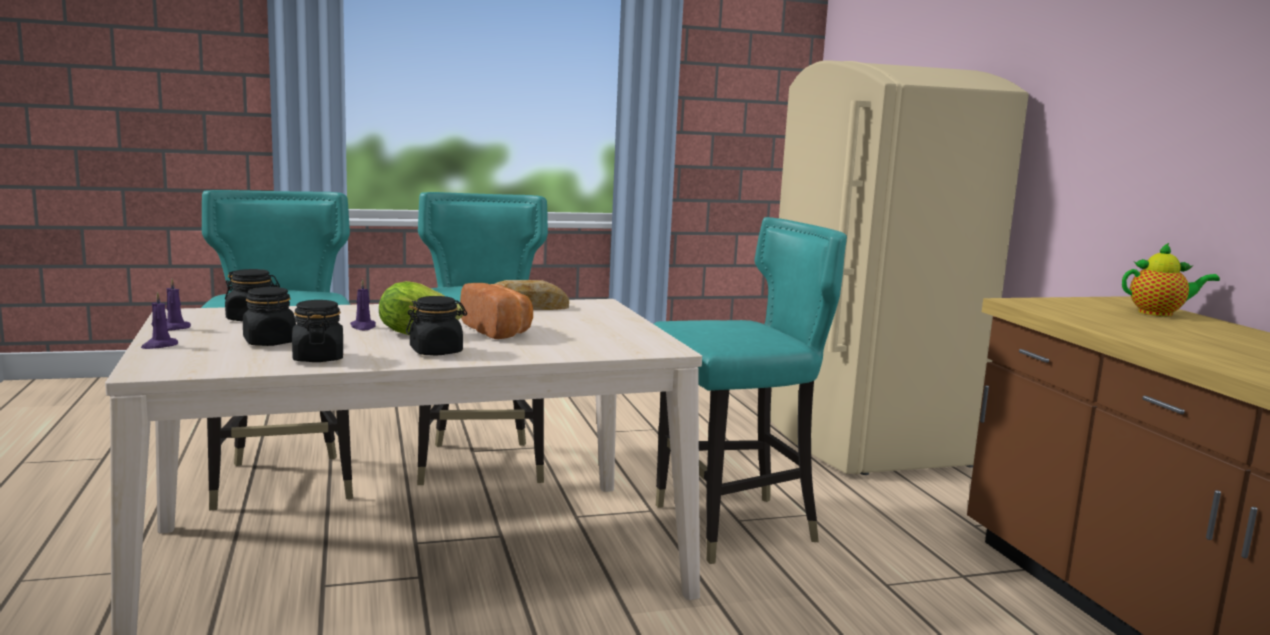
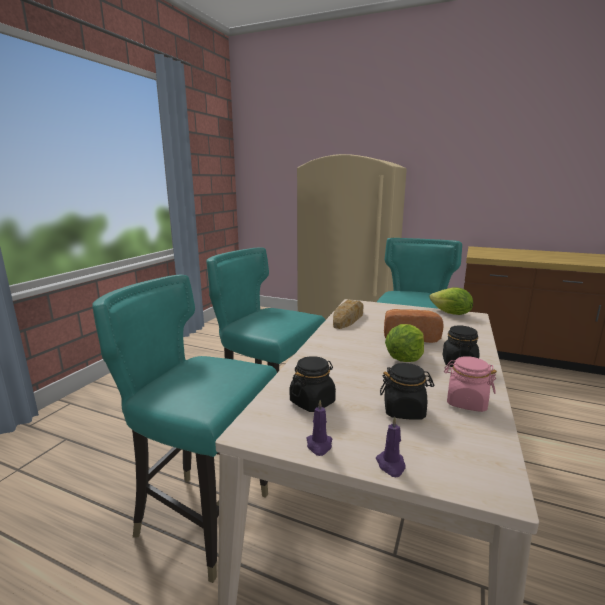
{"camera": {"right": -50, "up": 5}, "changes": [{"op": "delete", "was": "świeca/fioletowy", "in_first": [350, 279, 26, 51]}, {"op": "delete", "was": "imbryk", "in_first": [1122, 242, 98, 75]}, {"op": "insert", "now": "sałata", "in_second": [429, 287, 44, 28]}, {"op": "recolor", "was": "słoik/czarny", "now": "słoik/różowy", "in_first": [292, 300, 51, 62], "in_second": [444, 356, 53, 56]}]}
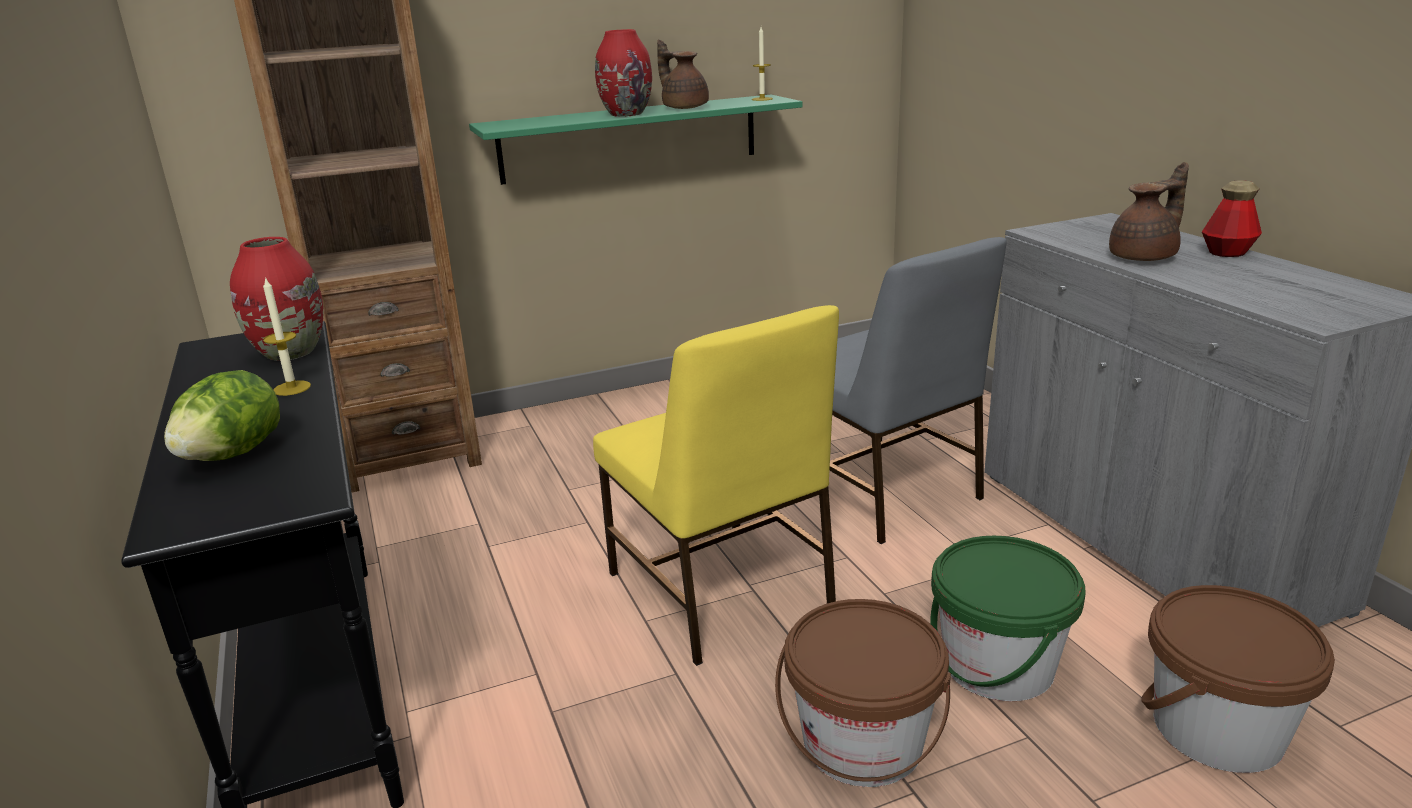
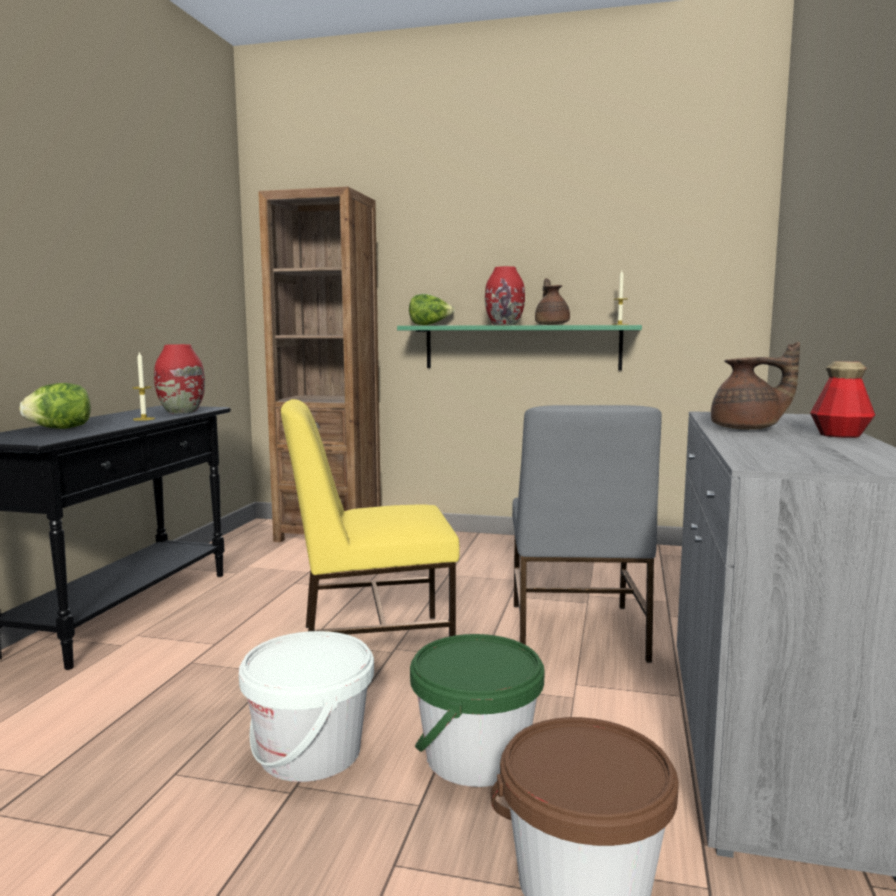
{"camera": {"right": 35, "up": -15}, "changes": [{"op": "insert", "now": "sałata", "in_second": [409, 294, 46, 31]}, {"op": "recolor", "was": "wiadro/brązowy", "now": "wiadro/biały", "in_first": [775, 599, 176, 188], "in_second": [239, 631, 135, 151]}, {"op": "rotate", "was": "krzesło/żółty", "in_first": [593, 305, 246, 361], "in_second": [281, 399, 179, 238], "clockwise": 75}]}
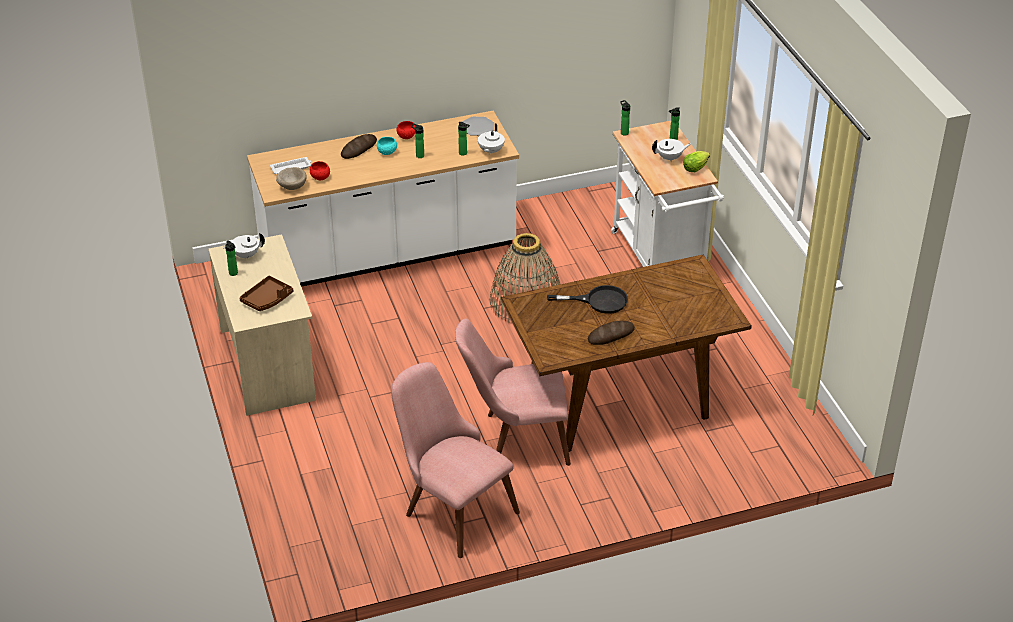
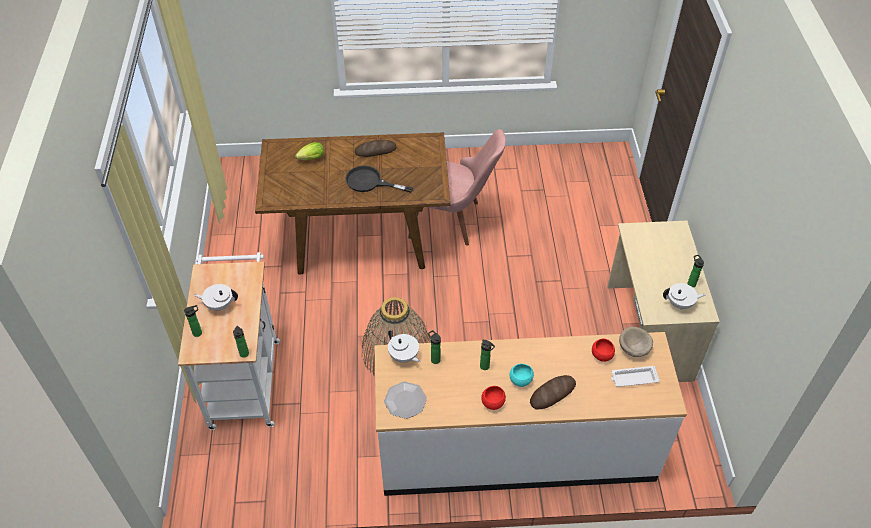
{"camera": {"right": -165, "up": 10}, "changes": [{"op": "delete", "was": "taca/brązowy", "in_first": [239, 275, 54, 36]}, {"op": "delete", "was": "krzesło/różowy", "in_first": [391, 362, 129, 196]}, {"op": "move", "was": "sałata", "in_first": [683, 151, 27, 21], "in_second": [295, 142, 29, 18]}, {"op": "rotate", "was": "imbryk/biały", "in_first": [478, 124, 27, 31], "in_second": [388, 330, 32, 33], "clockwise": 105}]}
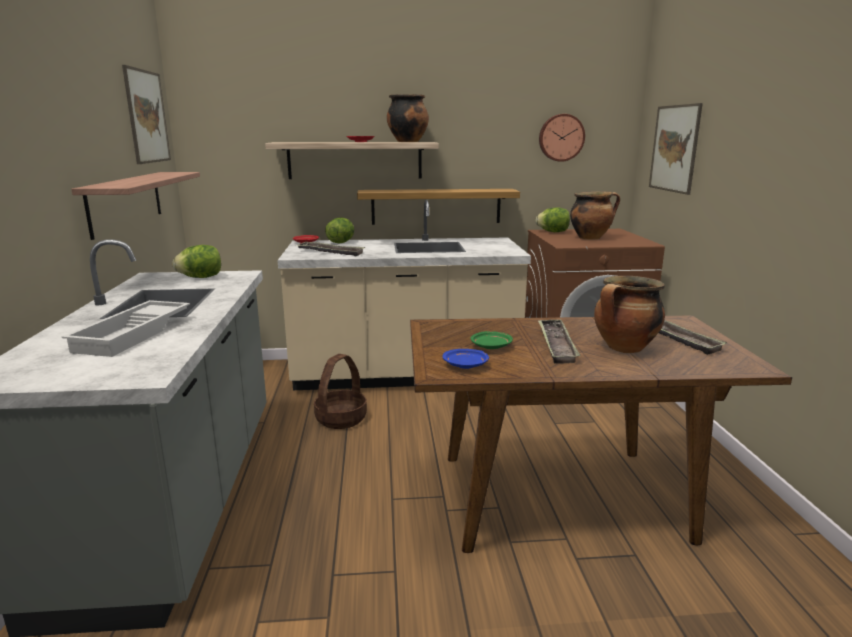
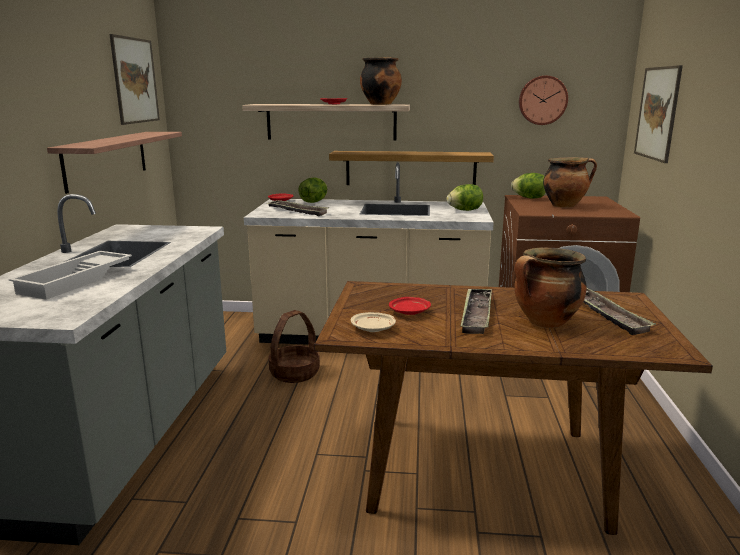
{"camera": {"right": 10, "up": 0}, "changes": [{"op": "move", "was": "sałata", "in_first": [172, 245, 49, 33], "in_second": [447, 184, 36, 27]}, {"op": "recolor", "was": "talerz/niebieski", "now": "talerz/beżowy", "in_first": [442, 349, 47, 20], "in_second": [351, 312, 45, 20]}, {"op": "recolor", "was": "talerz/zielony", "now": "talerz/czerwony", "in_first": [470, 331, 43, 18], "in_second": [389, 297, 42, 18]}]}
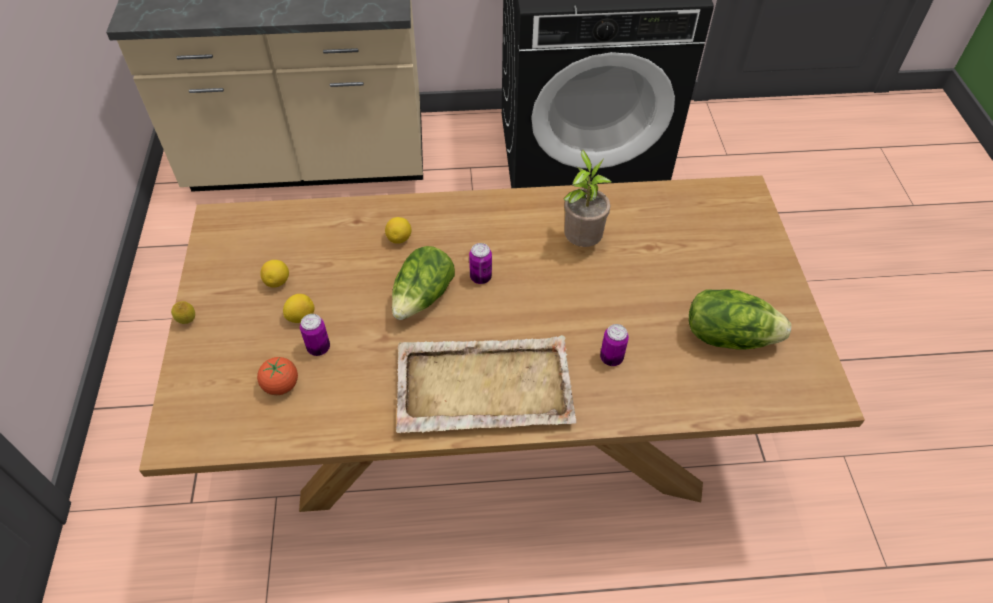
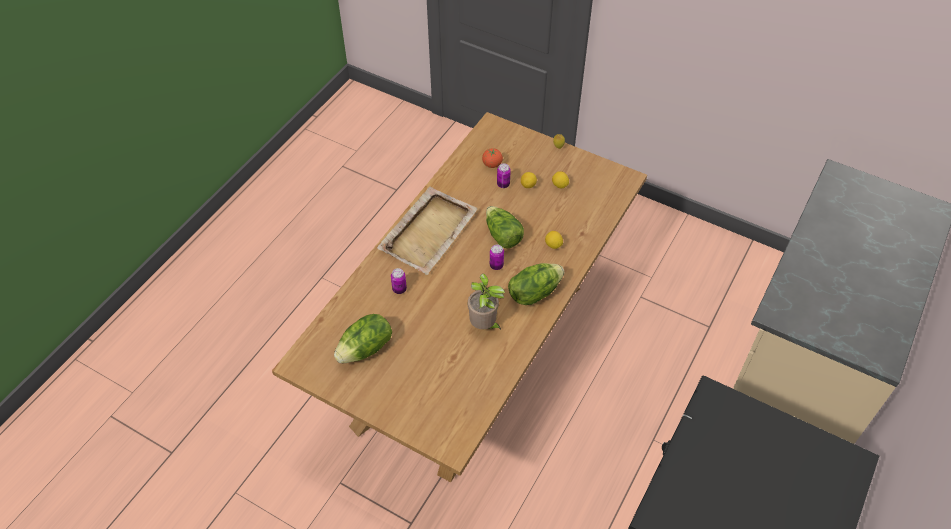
{"camera": {"right": 125, "up": 0}, "changes": [{"op": "insert", "now": "sałata", "in_second": [508, 263, 56, 42]}]}
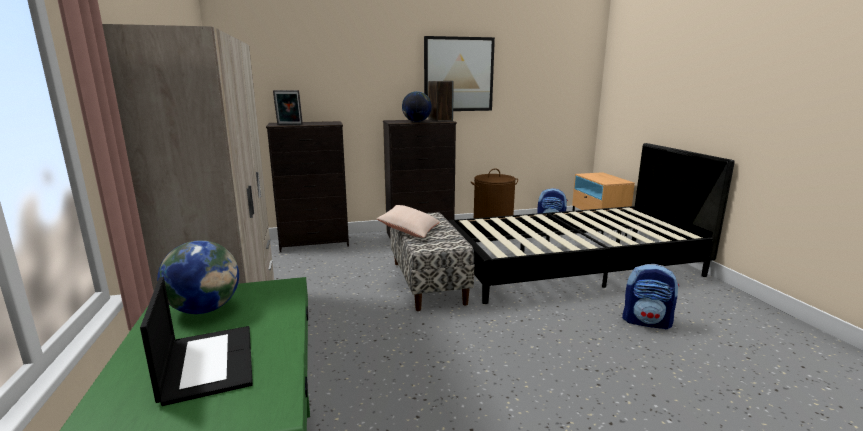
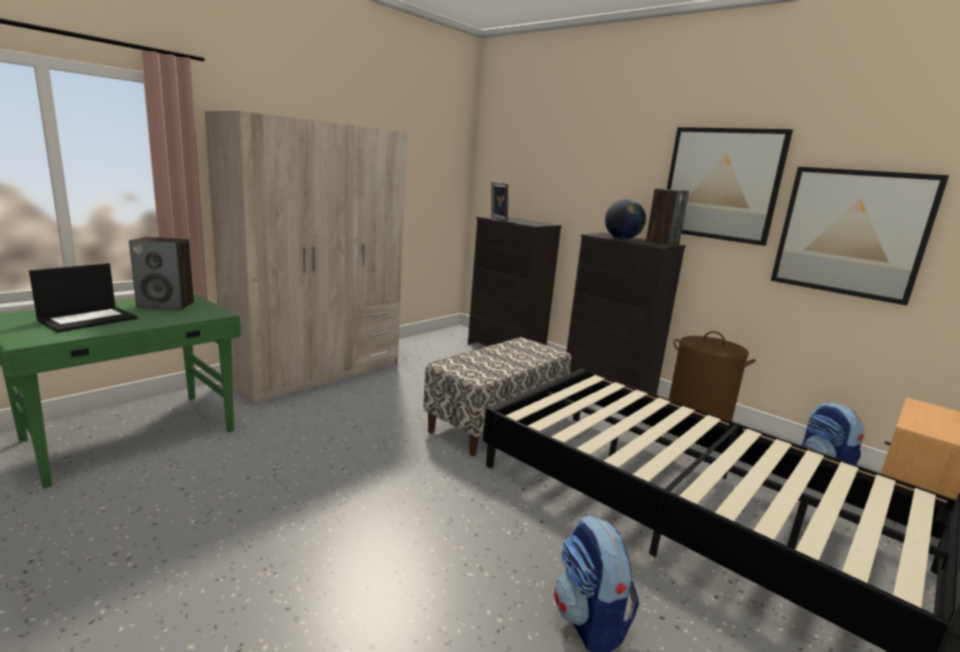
{"camera": {"right": 55, "up": 0}, "changes": [{"op": "delete", "was": "poduszka/beżowy", "in_first": [377, 205, 63, 33]}, {"op": "insert", "now": "obraz", "in_second": [771, 167, 178, 139]}, {"op": "replace", "was": "globus", "now": "głośnik", "in_first": [157, 240, 82, 74], "in_second": [129, 236, 65, 74]}]}
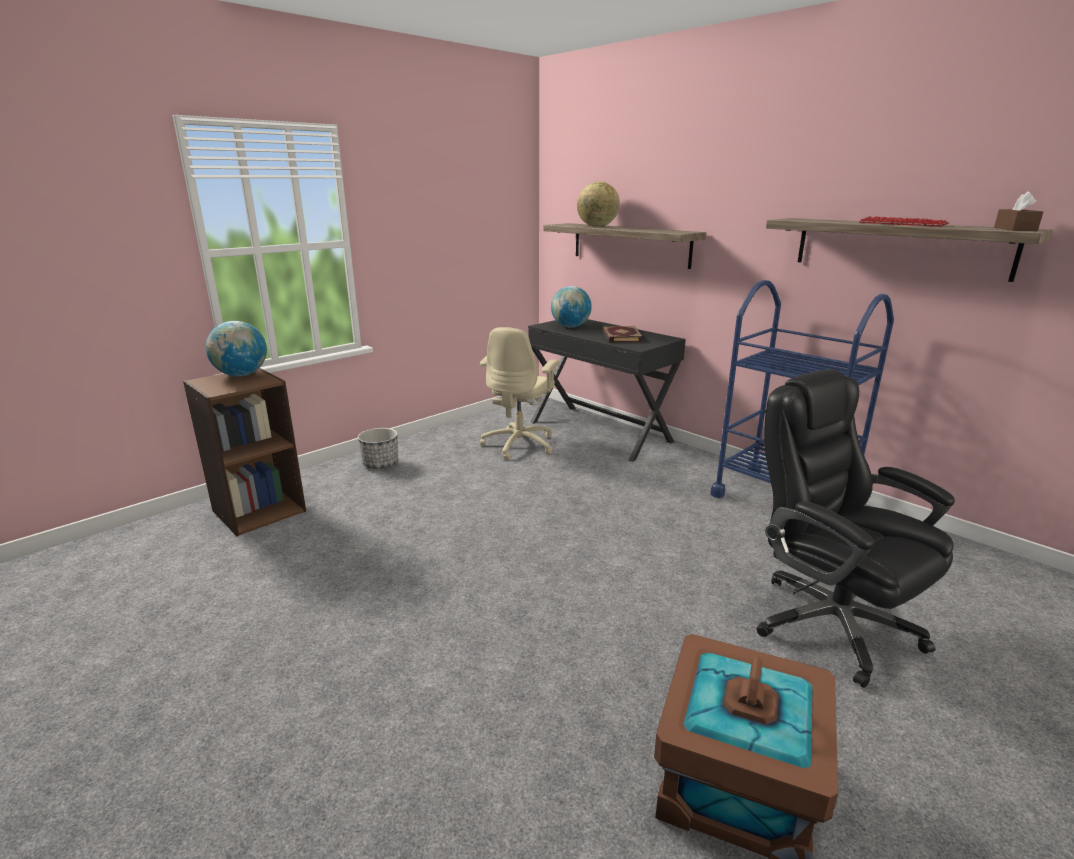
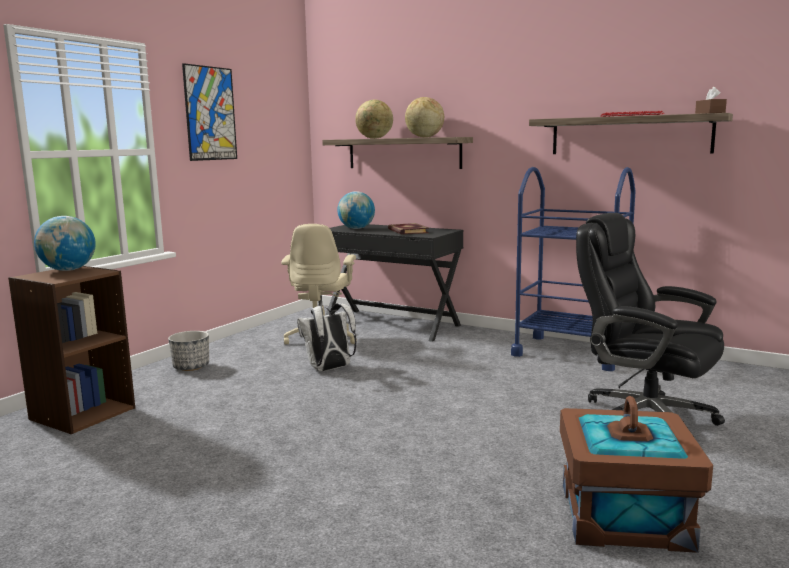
{"camera": {"right": -15, "up": -10}, "changes": [{"op": "insert", "now": "obraz", "in_second": [182, 63, 55, 98]}, {"op": "insert", "now": "plecak/biały", "in_second": [297, 303, 59, 68]}, {"op": "insert", "now": "globus", "in_second": [405, 97, 39, 41]}]}
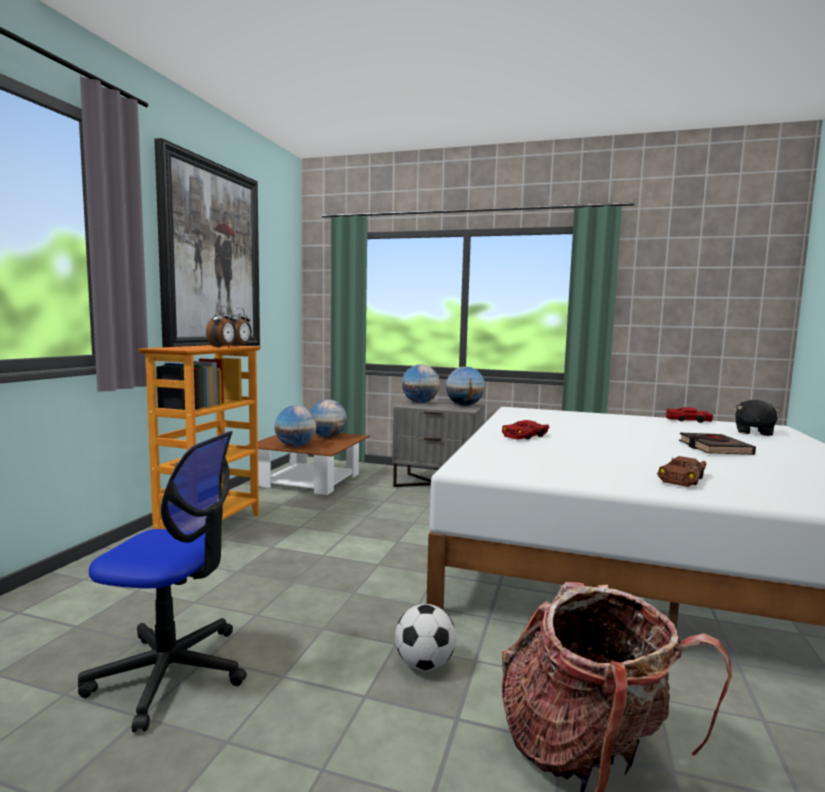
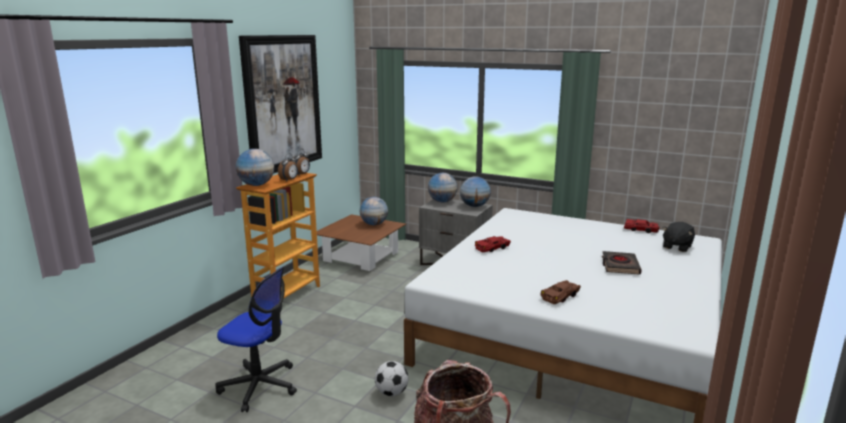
{"camera": {"right": 10, "up": 10}, "changes": [{"op": "move", "was": "globus", "in_first": [274, 406, 42, 41], "in_second": [236, 149, 38, 37]}]}
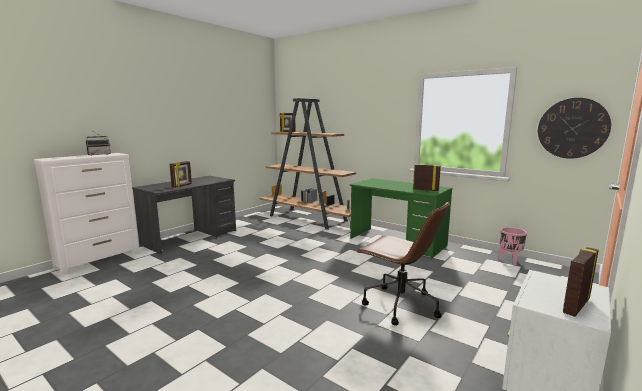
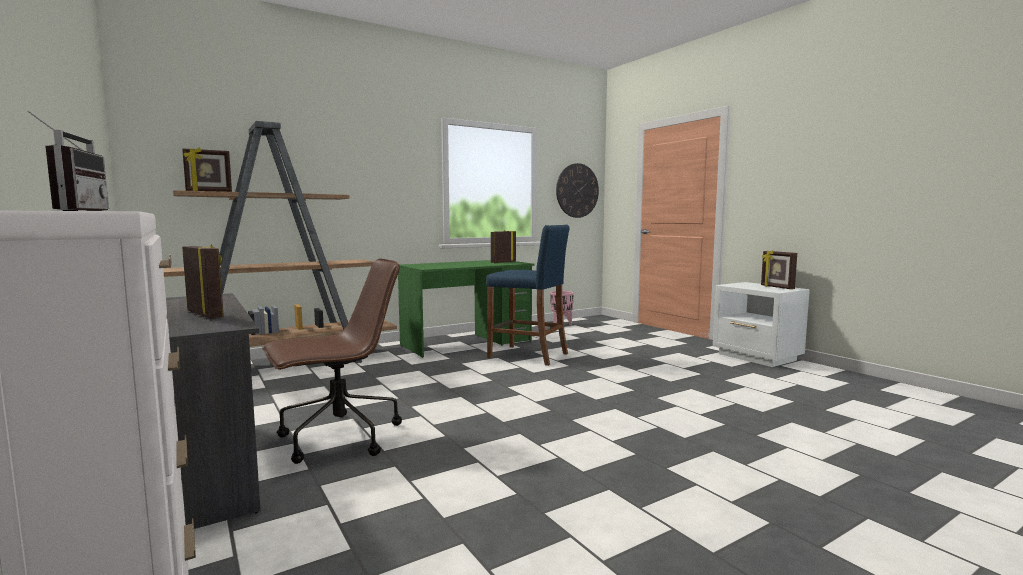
{"camera": {"right": -70, "up": -5}, "changes": [{"op": "insert", "now": "stołek/niebieski", "in_second": [486, 224, 83, 142]}, {"op": "move", "was": "krzesło biurowe/brązowy", "in_first": [356, 202, 94, 123], "in_second": [262, 259, 140, 205]}]}
